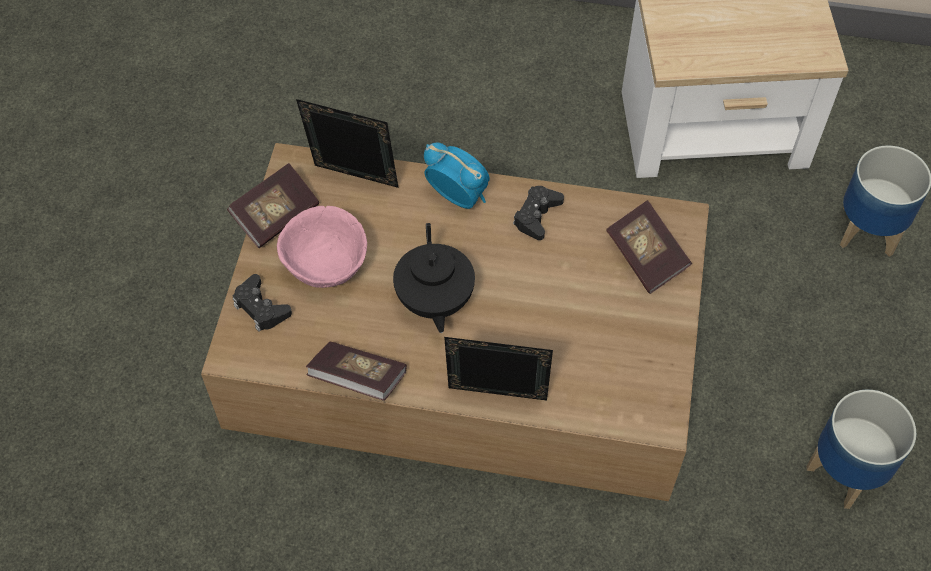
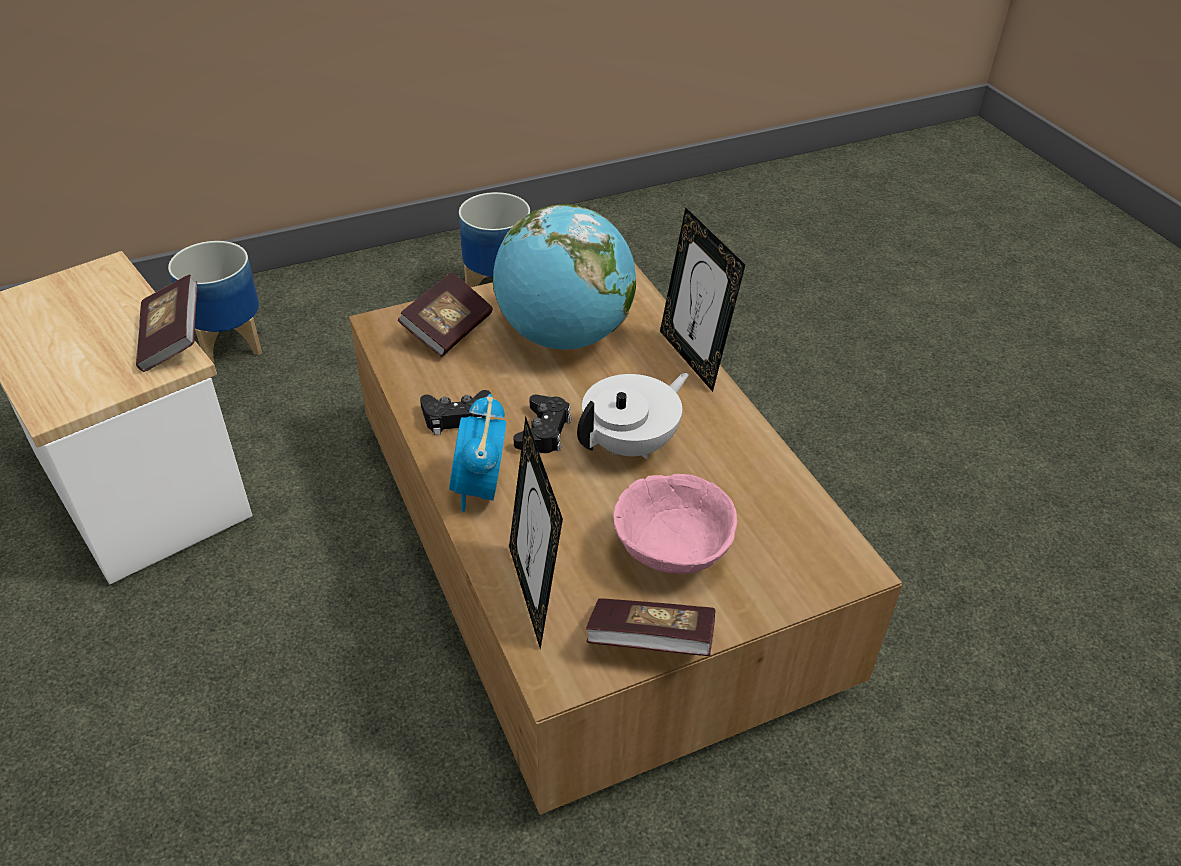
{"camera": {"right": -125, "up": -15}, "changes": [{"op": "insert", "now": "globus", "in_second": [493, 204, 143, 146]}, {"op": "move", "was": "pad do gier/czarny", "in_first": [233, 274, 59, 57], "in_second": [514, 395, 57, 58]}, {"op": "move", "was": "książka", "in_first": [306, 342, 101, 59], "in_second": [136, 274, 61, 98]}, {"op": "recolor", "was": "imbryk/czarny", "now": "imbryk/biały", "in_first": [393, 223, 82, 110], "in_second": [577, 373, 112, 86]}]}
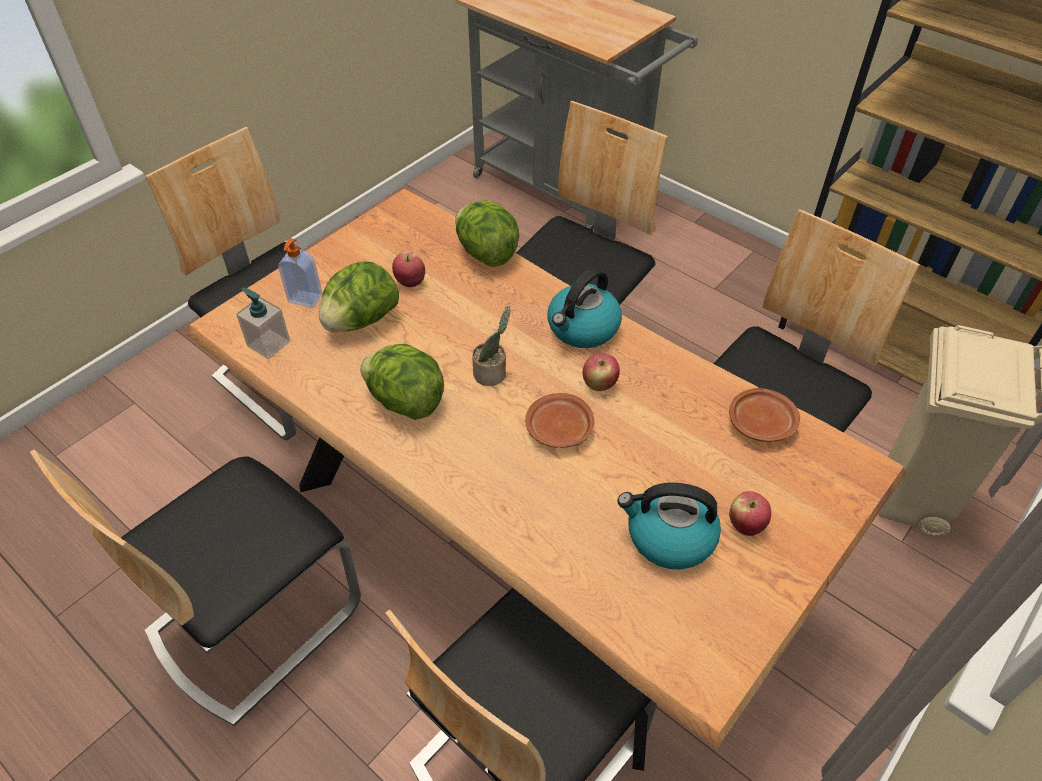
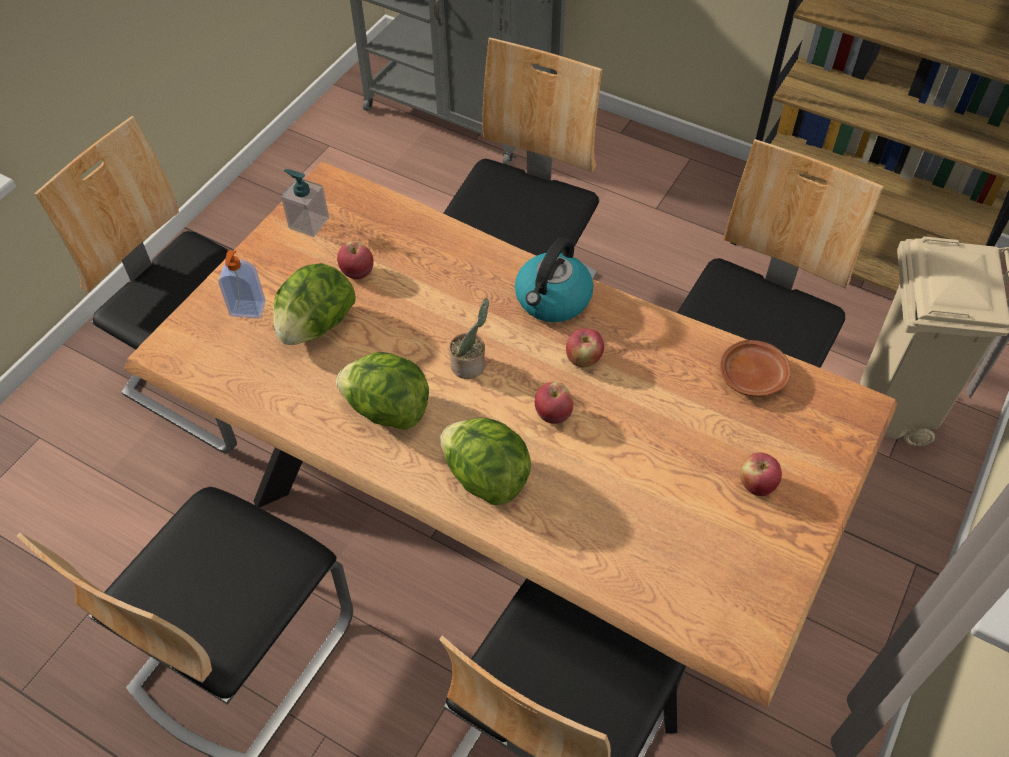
{"camera": {"right": -10, "up": 5}, "changes": [{"op": "delete", "was": "czajnik", "in_first": [617, 483, 104, 86]}, {"op": "move", "was": "dozownik mydła", "in_first": [236, 287, 55, 72], "in_second": [281, 169, 48, 68]}, {"op": "move", "was": "sałata", "in_first": [455, 200, 64, 67], "in_second": [440, 418, 91, 87]}, {"op": "replace", "was": "talerz/brązowy", "now": "jabłko", "in_first": [525, 393, 69, 55], "in_second": [535, 382, 38, 42]}]}
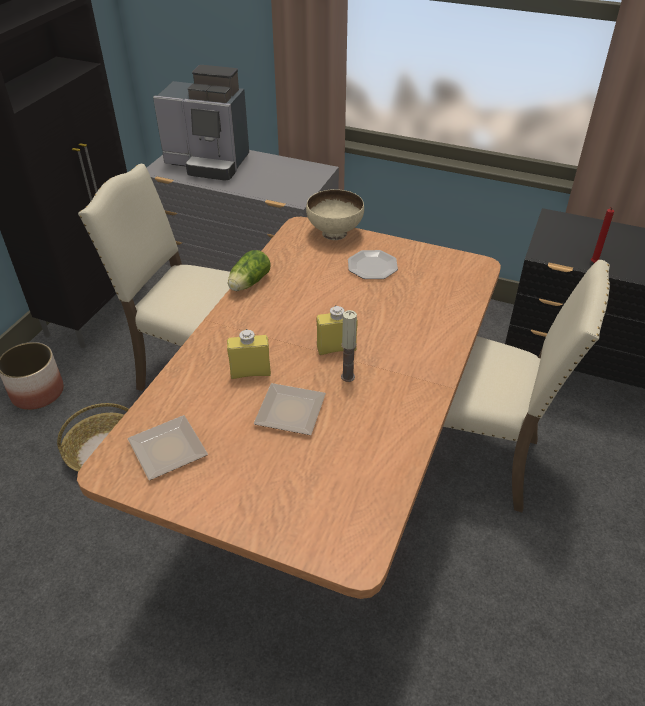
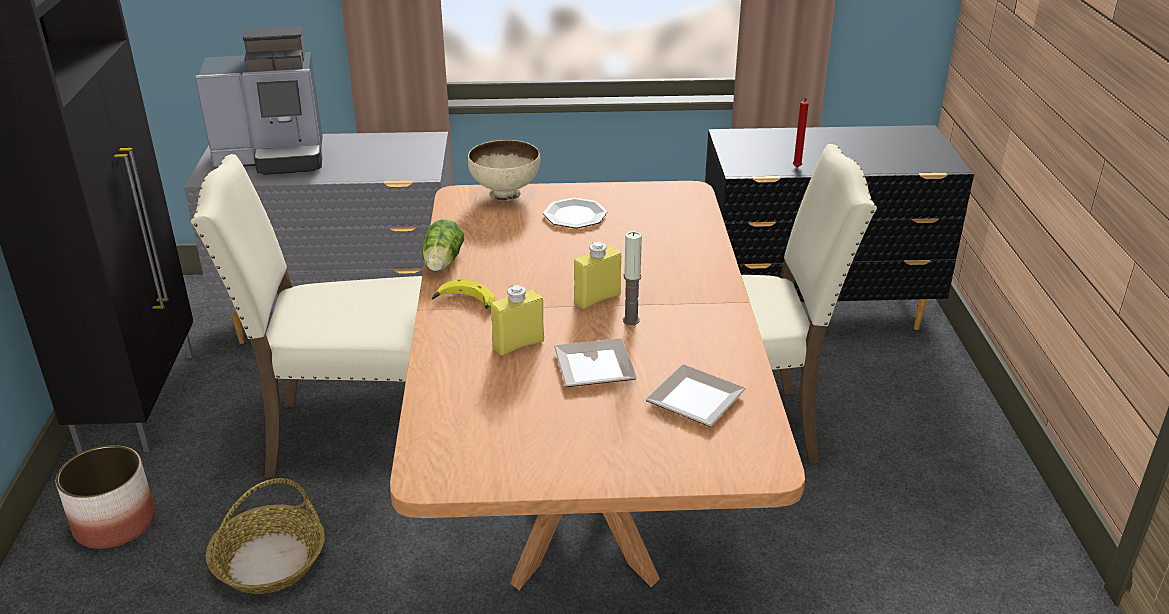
{"camera": {"right": -25, "up": -10}, "changes": [{"op": "insert", "now": "banan", "in_second": [432, 280, 63, 29]}, {"op": "move", "was": "talerz", "in_first": [128, 415, 80, 65], "in_second": [645, 364, 101, 63]}]}
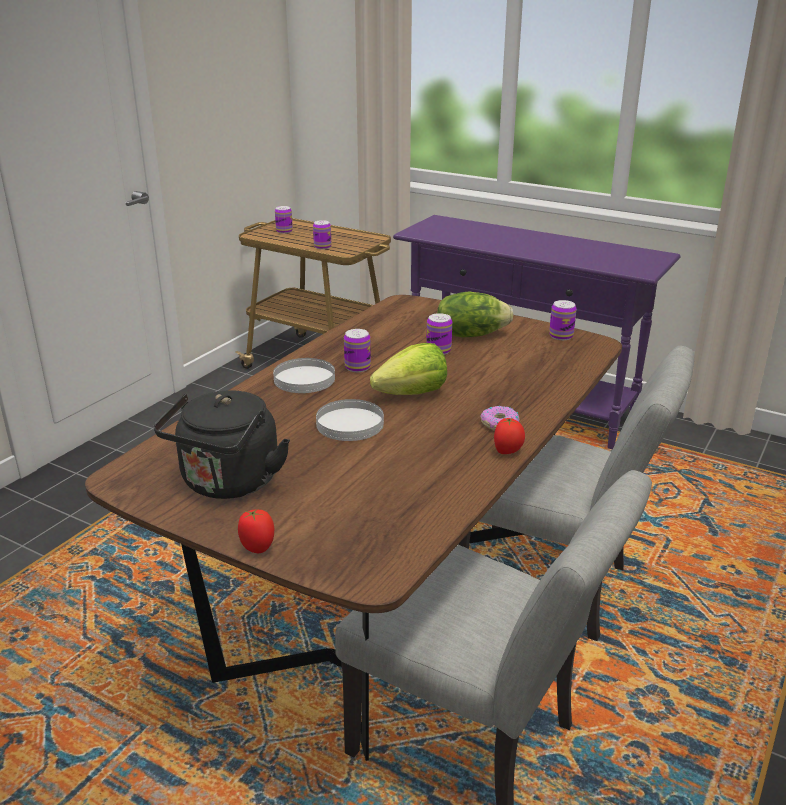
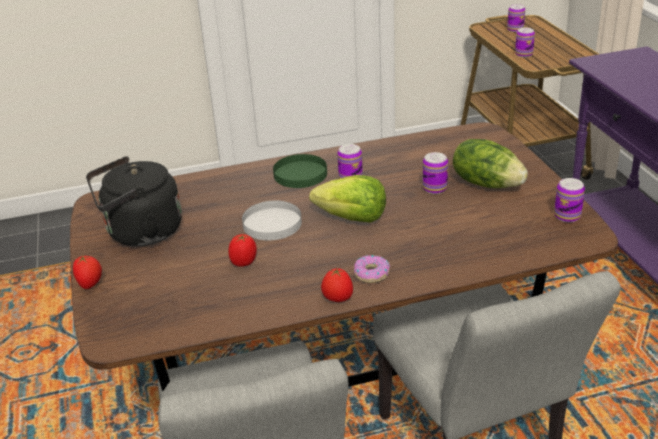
{"camera": {"right": 45, "up": 5}, "changes": [{"op": "insert", "now": "pomidor", "in_second": [228, 234, 29, 33]}, {"op": "recolor", "was": "talerz/biały", "now": "talerz/zielony", "in_first": [273, 358, 62, 35], "in_second": [273, 154, 54, 34]}]}
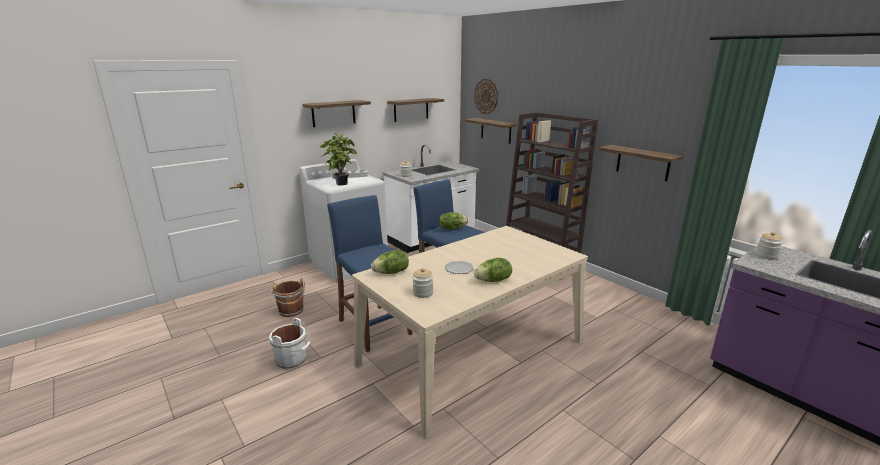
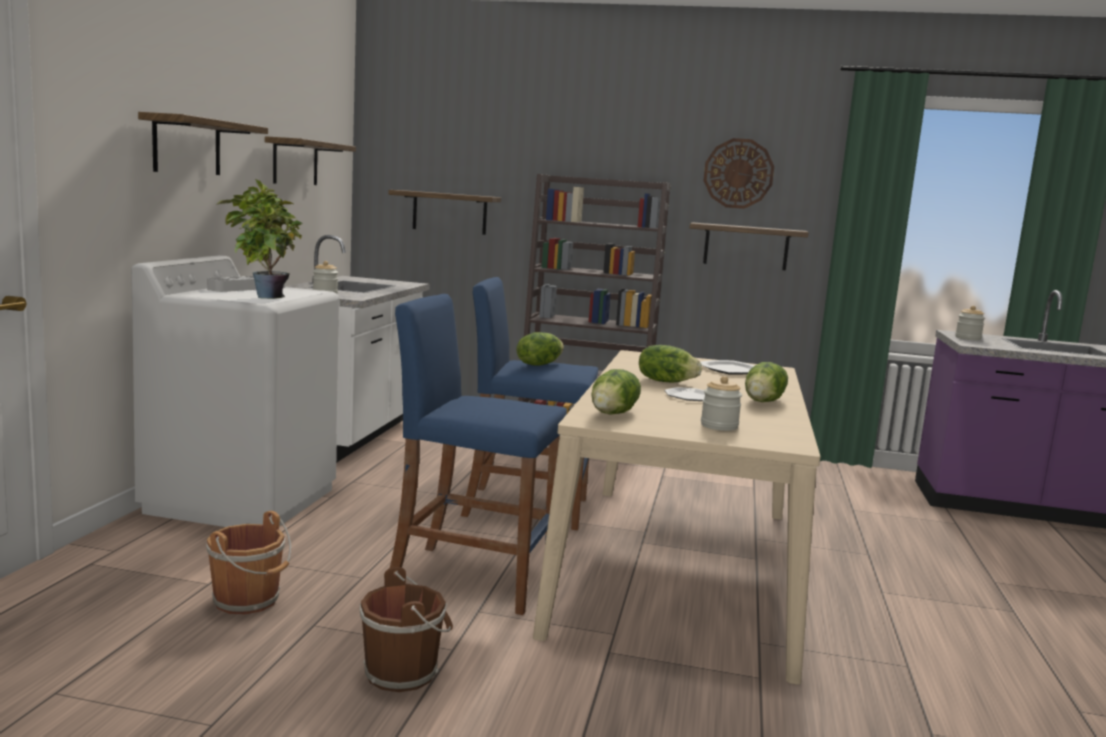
{"camera": {"right": -40, "up": -10}, "changes": [{"op": "insert", "now": "sałata", "in_second": [639, 345, 63, 37]}, {"op": "insert", "now": "talerz", "in_second": [700, 360, 55, 15]}, {"op": "move", "was": "zegar ścienny", "in_first": [474, 79, 24, 35], "in_second": [704, 138, 70, 71]}, {"op": "recolor", "was": "wiadro/biały", "now": "wiadro/brązowy", "in_first": [269, 318, 41, 52], "in_second": [360, 567, 93, 125]}]}
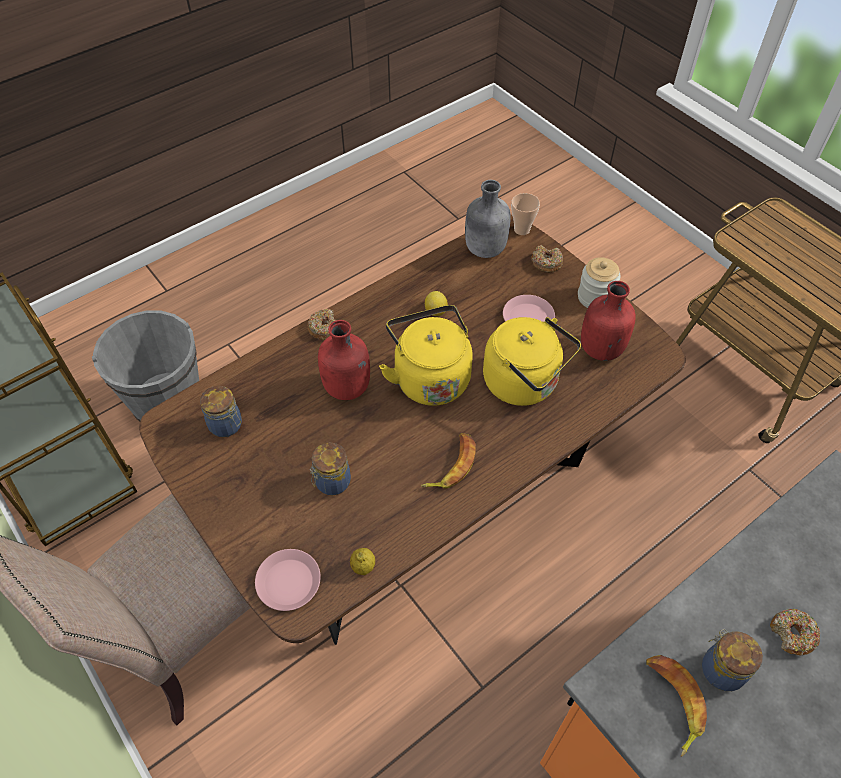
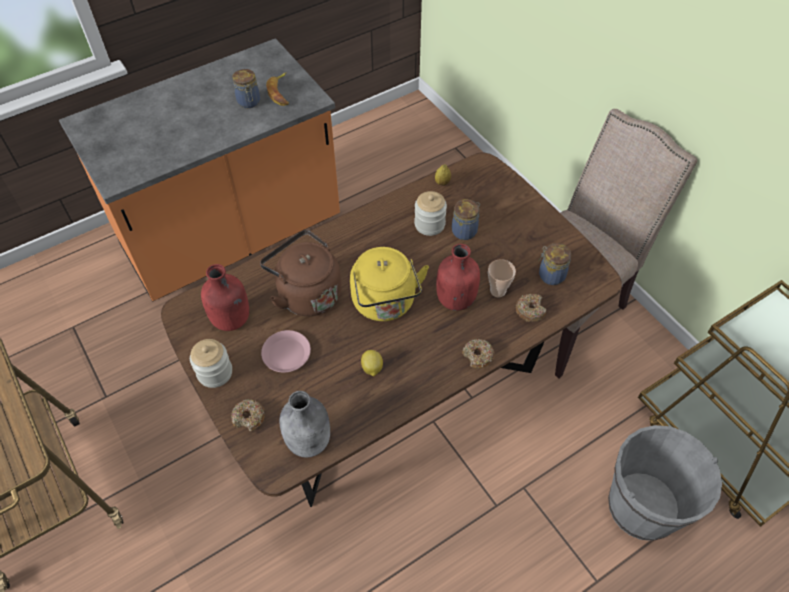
{"camera": {"right": -175, "up": 0}, "changes": [{"op": "delete", "was": "talerz/różowy", "in_first": [255, 549, 66, 62]}, {"op": "delete", "was": "banan", "in_first": [421, 433, 55, 55]}, {"op": "insert", "now": "słoik", "in_second": [414, 191, 33, 45]}, {"op": "move", "was": "filiżanka", "in_first": [511, 193, 29, 42], "in_second": [488, 259, 28, 38]}, {"op": "move", "was": "donut", "in_first": [770, 608, 50, 48], "in_second": [516, 294, 30, 28]}, {"op": "recolor", "was": "czajnik/żółty", "now": "czajnik/brązowy", "in_first": [483, 317, 98, 89], "in_second": [260, 230, 82, 86]}]}
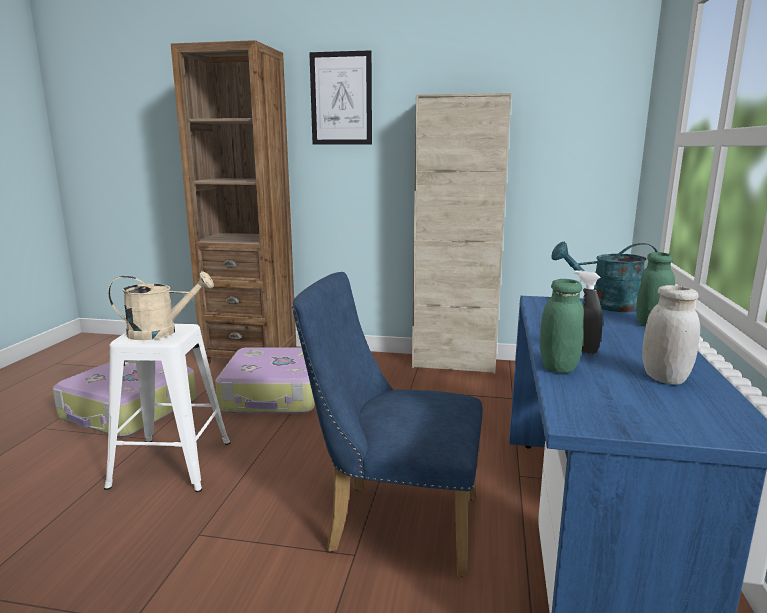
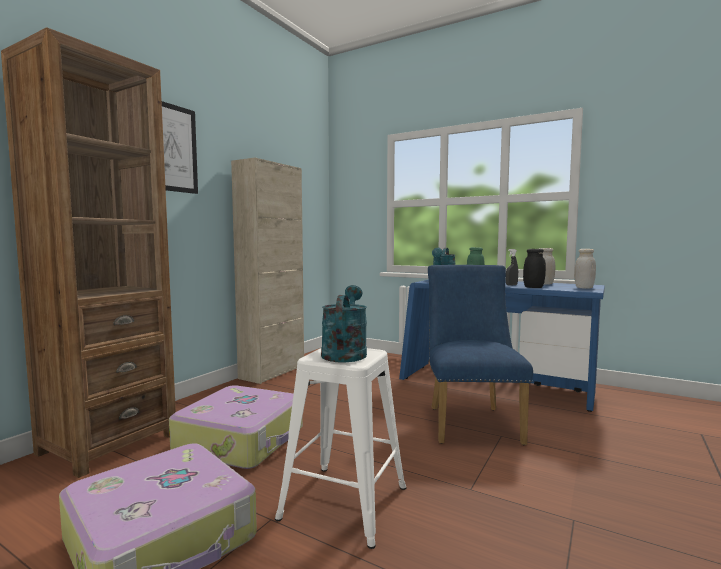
{"camera": {"right": -70, "up": -10}, "changes": [{"op": "insert", "now": "słoik/biały", "in_second": [574, 249, 22, 40]}, {"op": "recolor", "was": "konewka/beżowy", "now": "konewka/turkusowy", "in_first": [108, 271, 106, 69], "in_second": [321, 285, 46, 78]}, {"op": "recolor", "was": "słoik/zielony", "now": "słoik/czarny", "in_first": [540, 279, 44, 94], "in_second": [523, 249, 23, 39]}, {"op": "rotate", "was": "krzesło/niebieski", "in_first": [292, 272, 191, 305], "in_second": [428, 265, 105, 180], "clockwise": 150}]}
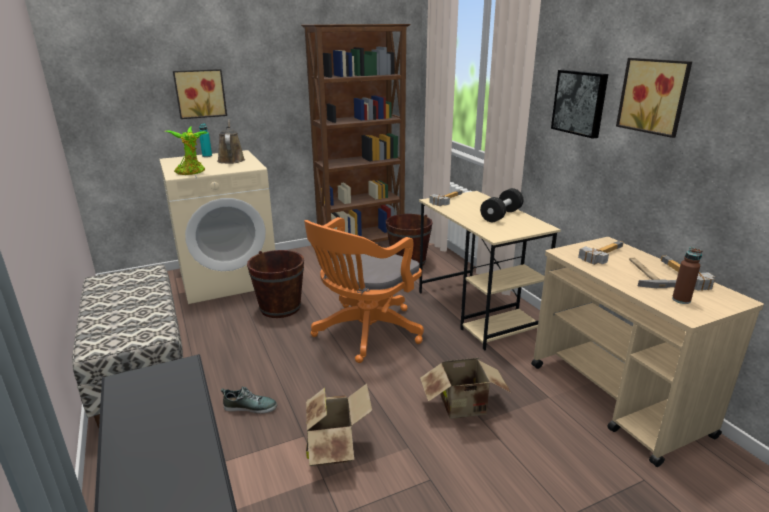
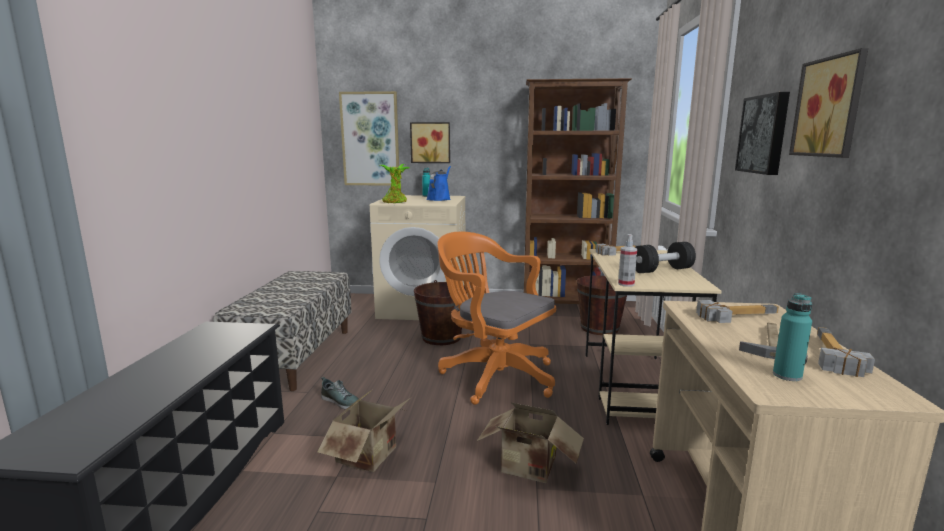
{"camera": {"right": 30, "up": -10}, "changes": [{"op": "insert", "now": "obraz", "in_second": [339, 91, 60, 95]}, {"op": "insert", "now": "spryskiwacz", "in_second": [618, 234, 19, 53]}, {"op": "recolor", "was": "konewka/brązowy", "now": "konewka/niebieski", "in_first": [217, 119, 28, 45], "in_second": [426, 166, 25, 35]}, {"op": "recolor", "was": "butelka/brązowy", "now": "butelka/turkusowy", "in_first": [672, 247, 30, 57], "in_second": [773, 293, 39, 88]}, {"op": "rotate", "was": "krzesło biurowe/pomarańczowy", "in_first": [304, 217, 120, 146], "in_second": [437, 232, 119, 173], "clockwise": 60}]}
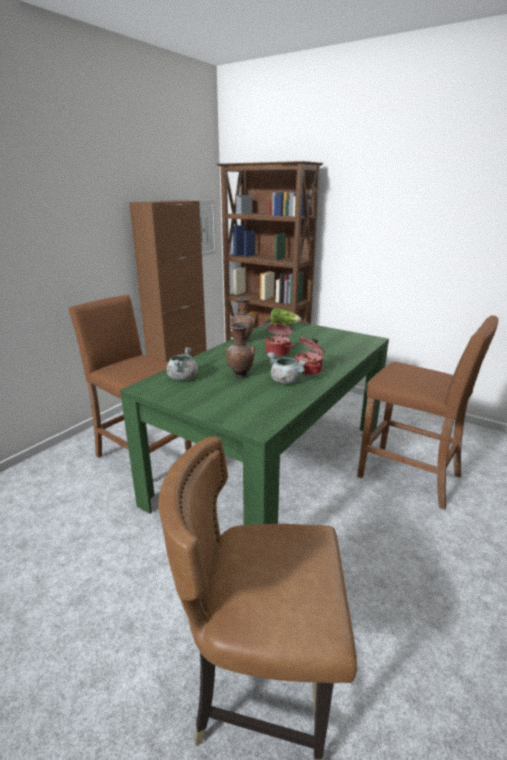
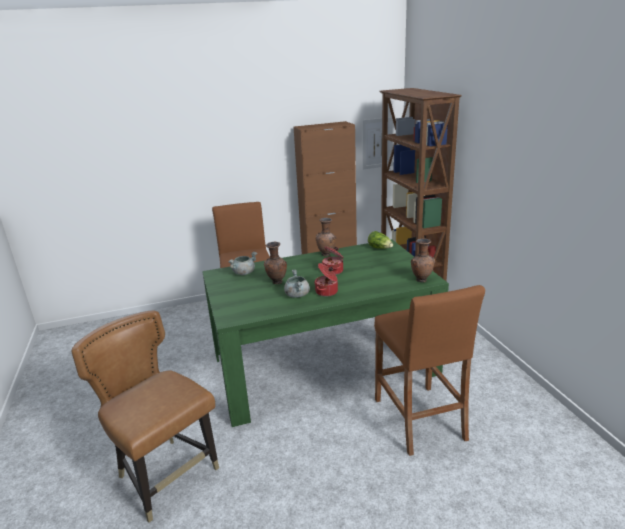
{"camera": {"right": 40, "up": 0}, "changes": [{"op": "insert", "now": "wazon/brązowy", "in_second": [411, 238, 24, 44]}]}
